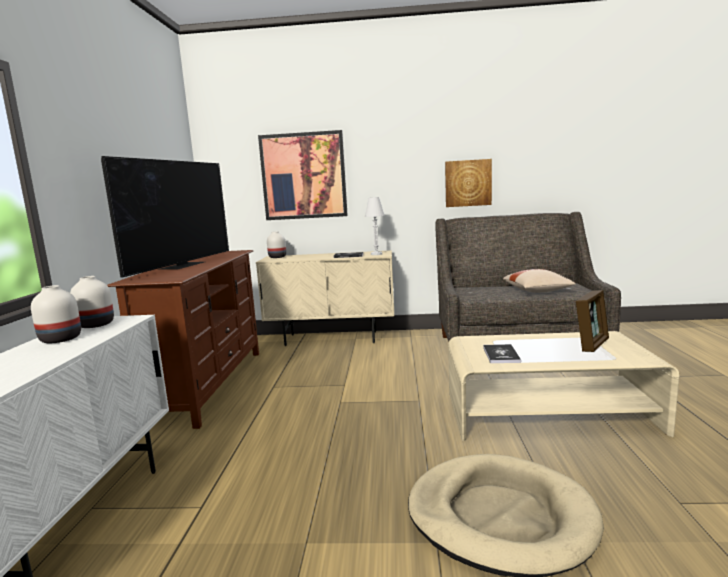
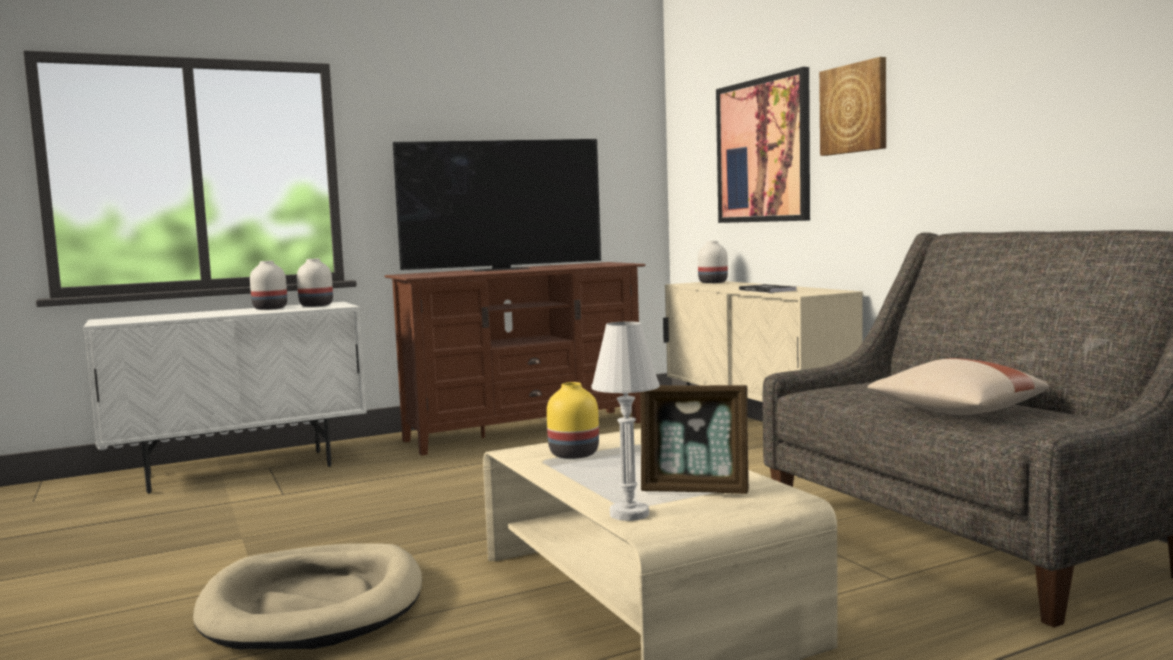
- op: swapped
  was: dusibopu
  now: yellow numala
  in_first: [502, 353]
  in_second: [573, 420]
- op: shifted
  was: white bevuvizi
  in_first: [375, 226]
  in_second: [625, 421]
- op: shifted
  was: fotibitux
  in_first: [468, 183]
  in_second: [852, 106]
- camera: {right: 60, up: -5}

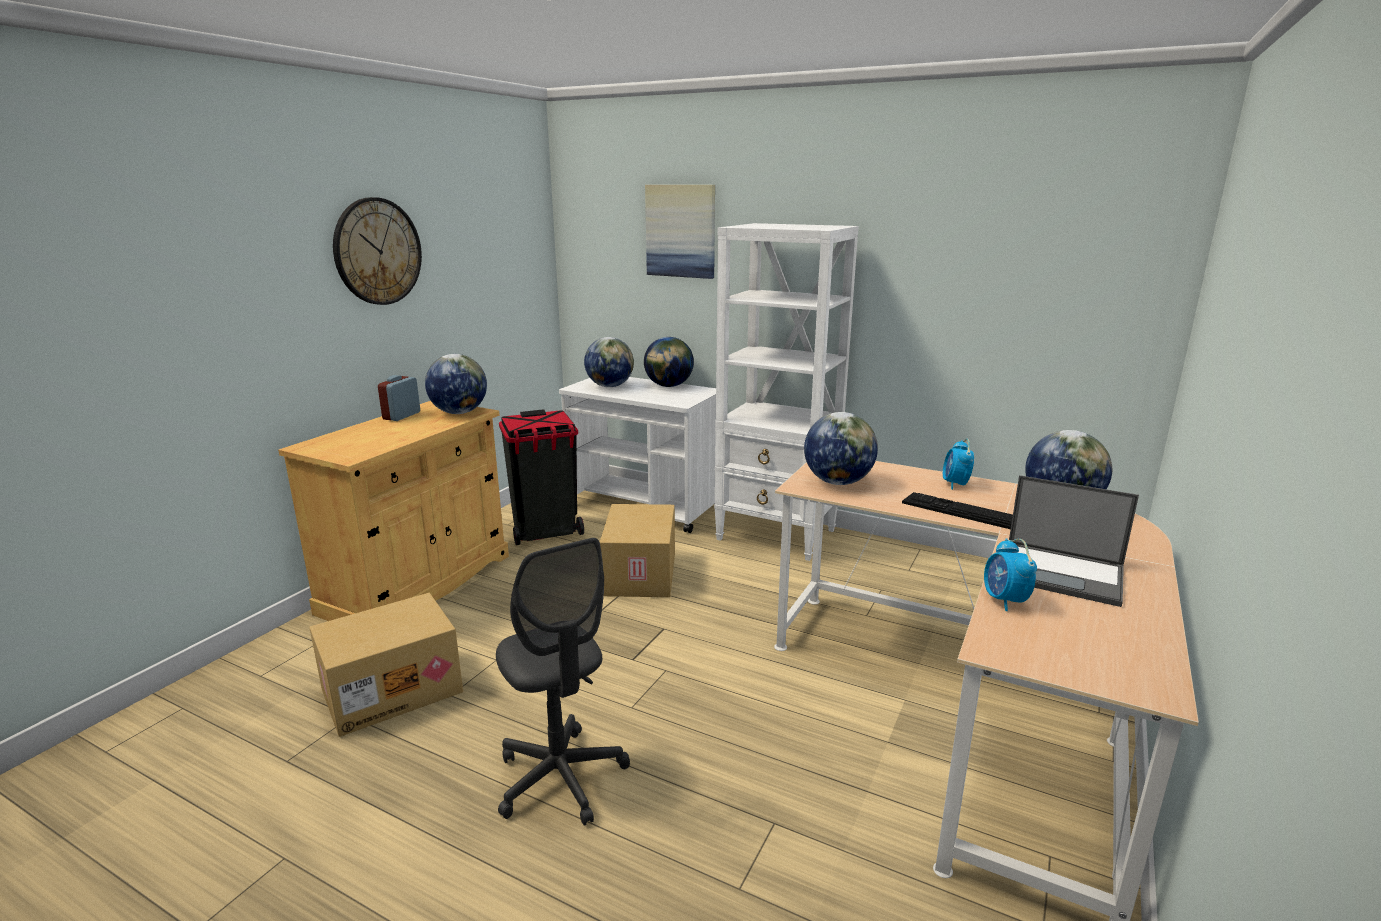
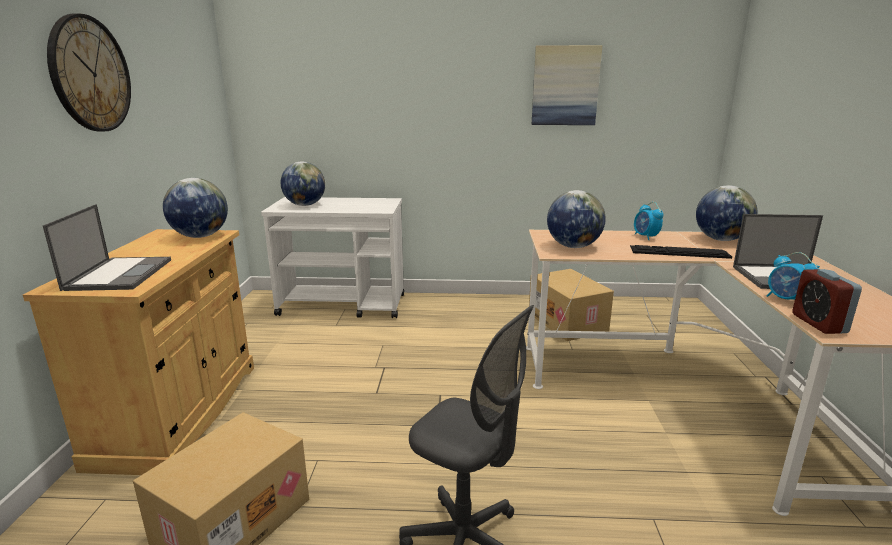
- op: new
  now: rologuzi
  in_second: [107, 247]
- op: shifted
  was: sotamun
  in_first: [637, 550]
  in_second: [571, 305]
- op: shifted
  was: fotibitux
  in_first: [680, 232]
  in_second: [567, 85]
- op: shifted
  was: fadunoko
  in_first: [399, 398]
  in_second: [827, 301]
- op: gone
  was: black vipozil
  in_first: [541, 477]
- op: gone
  was: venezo
  in_first: [669, 362]
- op: gone
  was: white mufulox
  in_first: [786, 392]
- camera: {right: -25, up: 0}

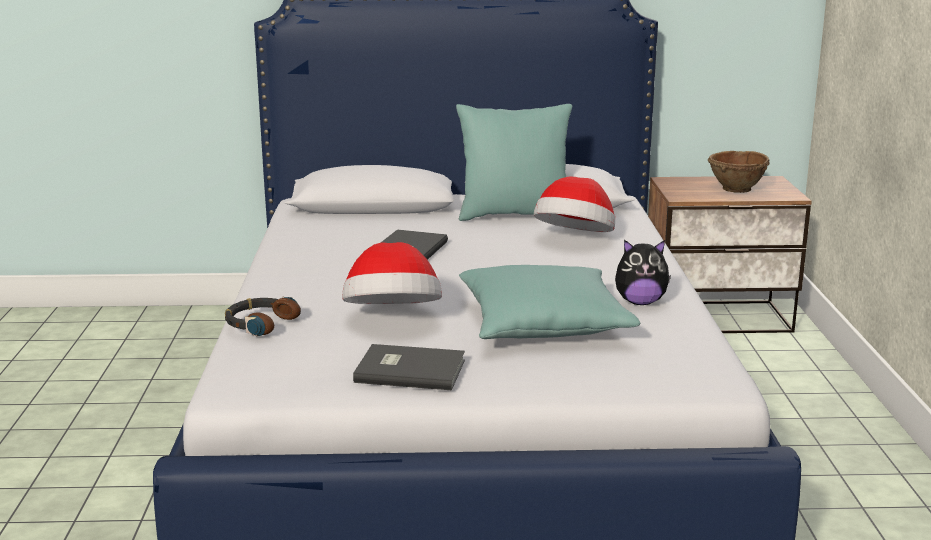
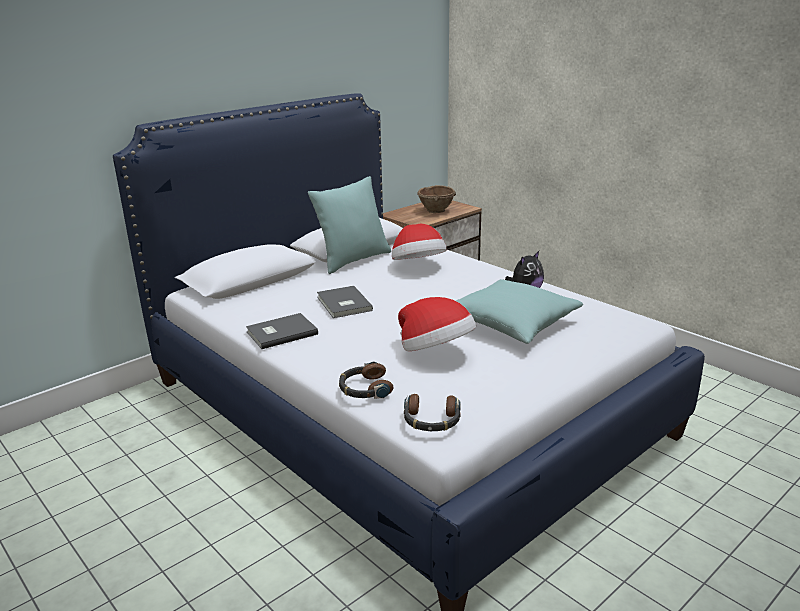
- op: shifted
  was: grey dusibopu
  in_first: [409, 367]
  in_second: [282, 331]
- op: new
  now: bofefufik
  in_second: [432, 412]
- camera: {right: -40, up: 5}

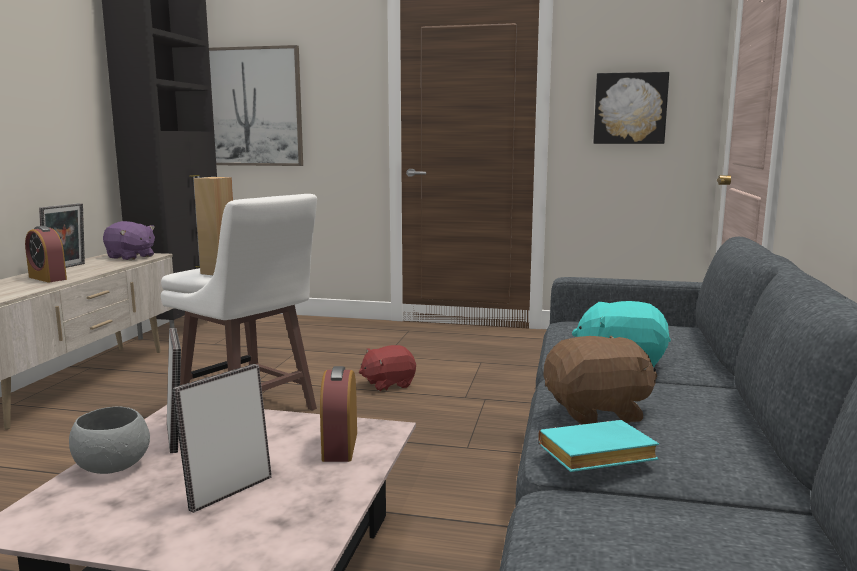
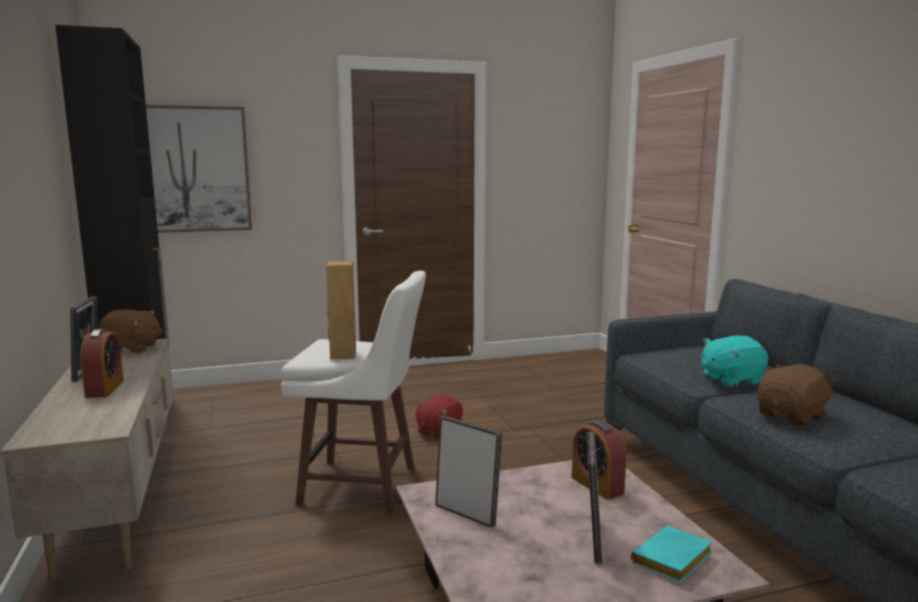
- op: rotated
  was: fadunoko
  in_first: [46, 254]
  in_second: [102, 363]
  clockwise: -105
- op: repainted
  was: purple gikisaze
  now: brown gikisaze
  in_first: [129, 240]
  in_second: [130, 331]
- op: shifted
  was: turquoise dusibopu
  in_first: [598, 446]
  in_second: [672, 554]
- op: gone
  was: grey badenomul
  in_first: [109, 440]
- op: gone
  was: fotibitux
  in_first: [631, 108]
- camera: {right: -30, up: 0}

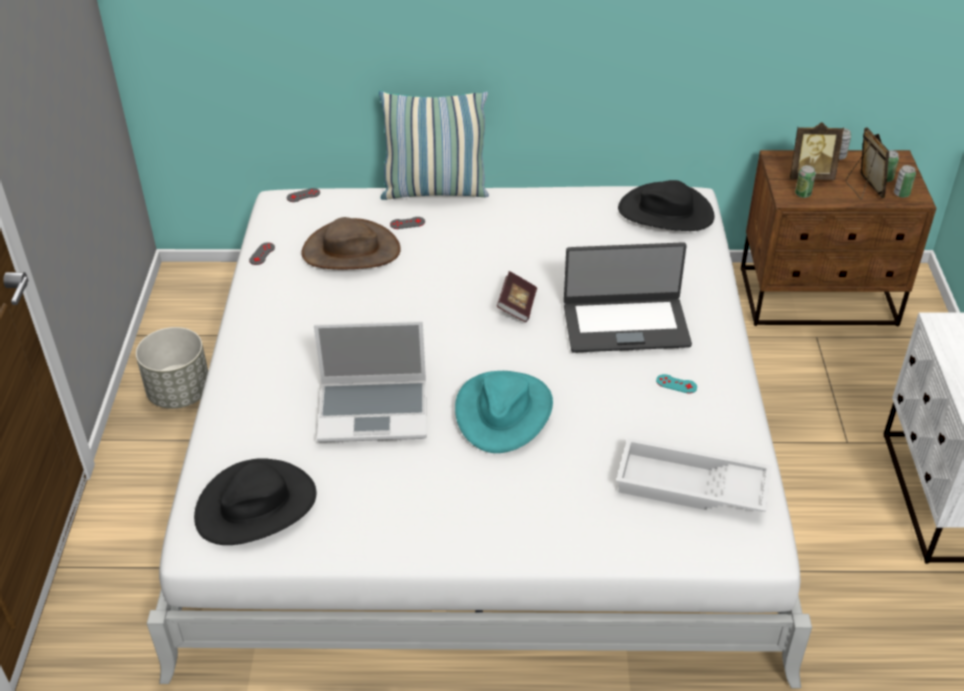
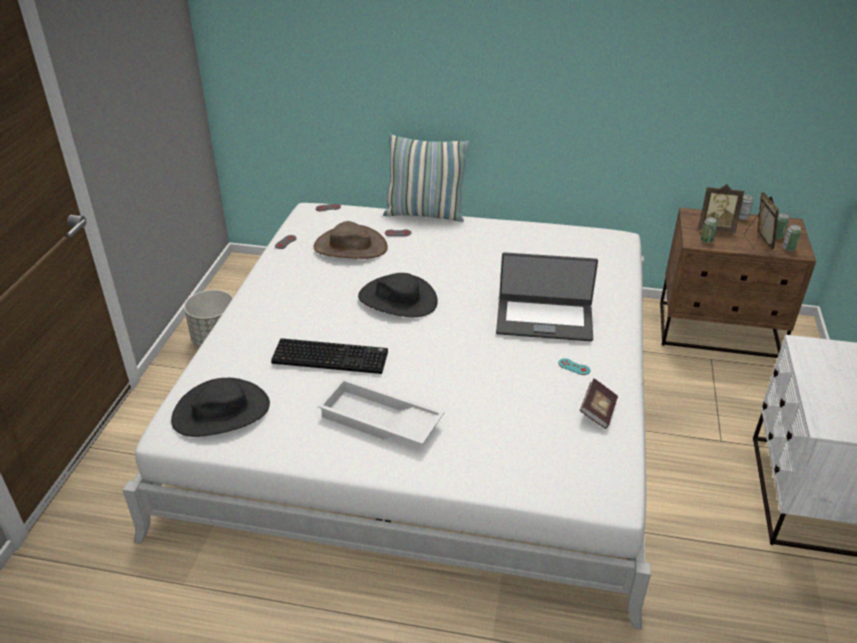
- op: swapped
  was: rologuzi
  now: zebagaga
  in_first: [370, 381]
  in_second: [329, 356]
- op: shifted
  was: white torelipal
  in_first: [694, 475]
  in_second: [380, 411]
- op: shifted
  was: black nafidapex
  in_first: [666, 205]
  in_second: [398, 295]
- op: shifted
  was: dusibopu
  in_first: [517, 296]
  in_second: [599, 403]
- op: gone
  was: turquoise nafidapex
  in_first: [504, 412]
- camera: {right: 10, up: -5}

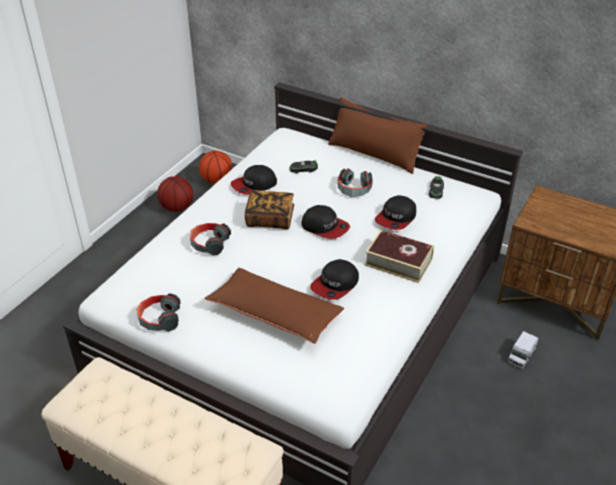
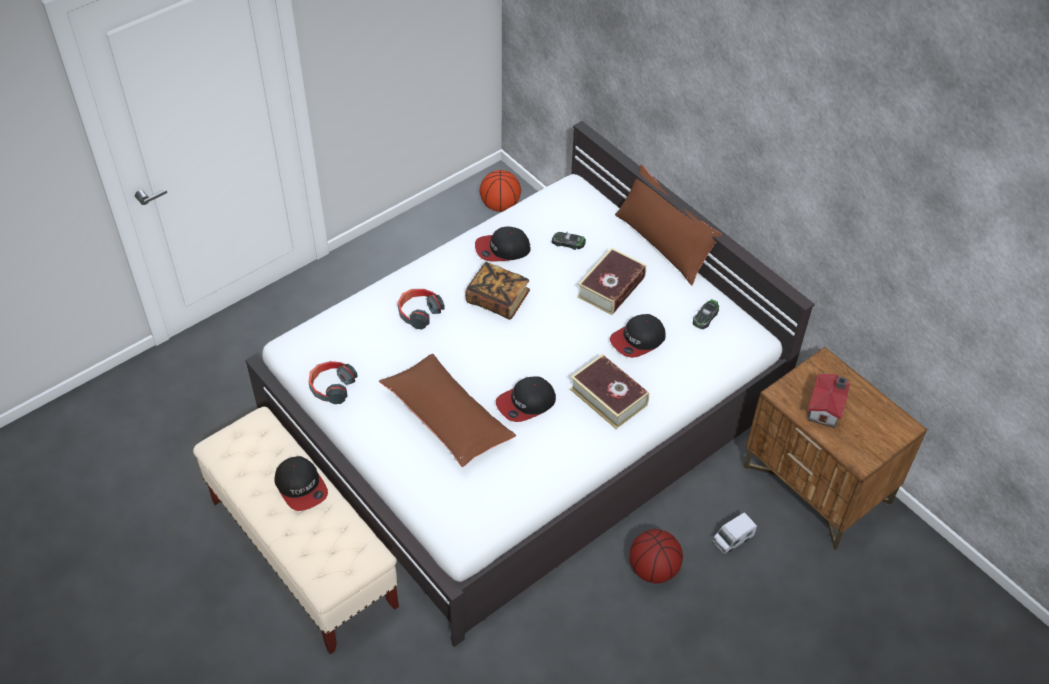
- op: shifted
  was: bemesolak
  in_first: [325, 222]
  in_second: [301, 483]
- op: swapped
  was: bofefufik
  now: dusibopu
  in_first: [355, 183]
  in_second: [611, 281]
- op: shifted
  was: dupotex
  in_first: [175, 194]
  in_second: [656, 556]
- op: new
  now: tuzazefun
  in_second: [828, 401]
- camera: {right: 20, up: 10}

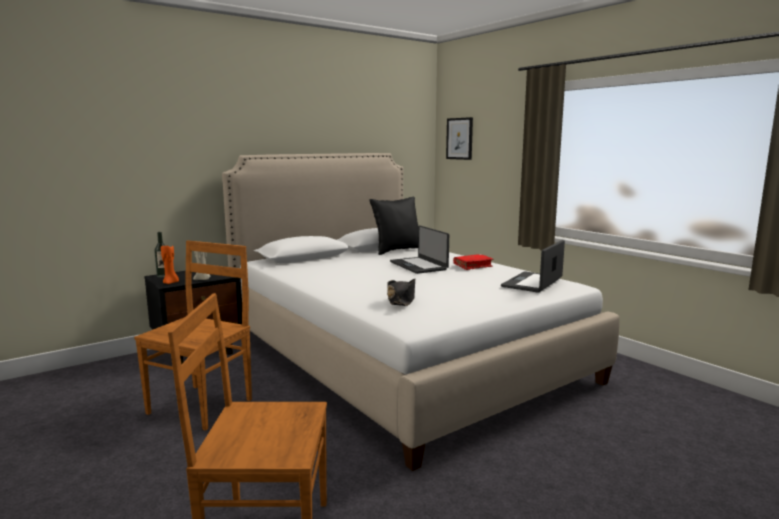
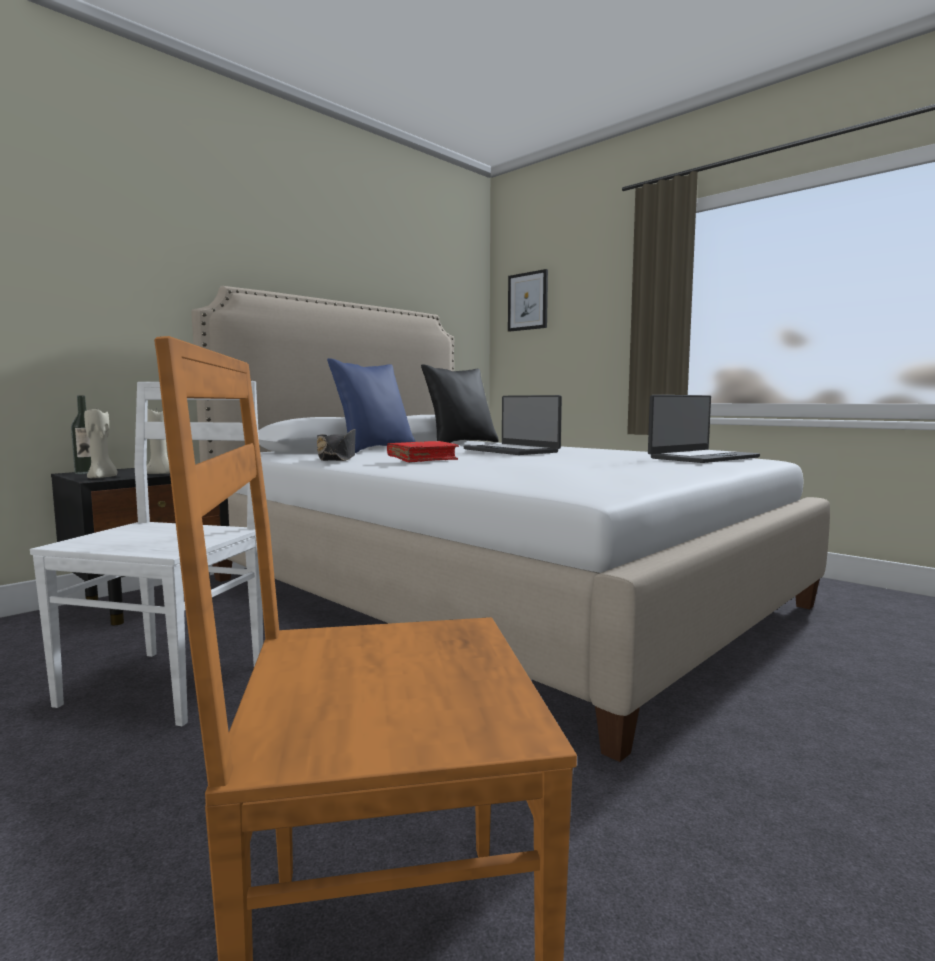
- op: repainted
  was: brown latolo
  now: white latolo
  in_first: [193, 336]
  in_second: [146, 554]
- op: repainted
  was: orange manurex
  now: beige manurex
  in_first: [170, 265]
  in_second: [101, 443]
- op: shifted
  was: black nafidapex
  in_first: [401, 292]
  in_second: [336, 445]
- op: new
  now: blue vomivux
  in_second: [371, 405]
- op: shifted
  was: red dusibopu
  in_first: [473, 262]
  in_second: [423, 452]
- op: rotated
  was: rologuzi
  in_first: [533, 266]
  in_second: [704, 429]
  clockwise: -150
- camera: {right: -10, up: -5}

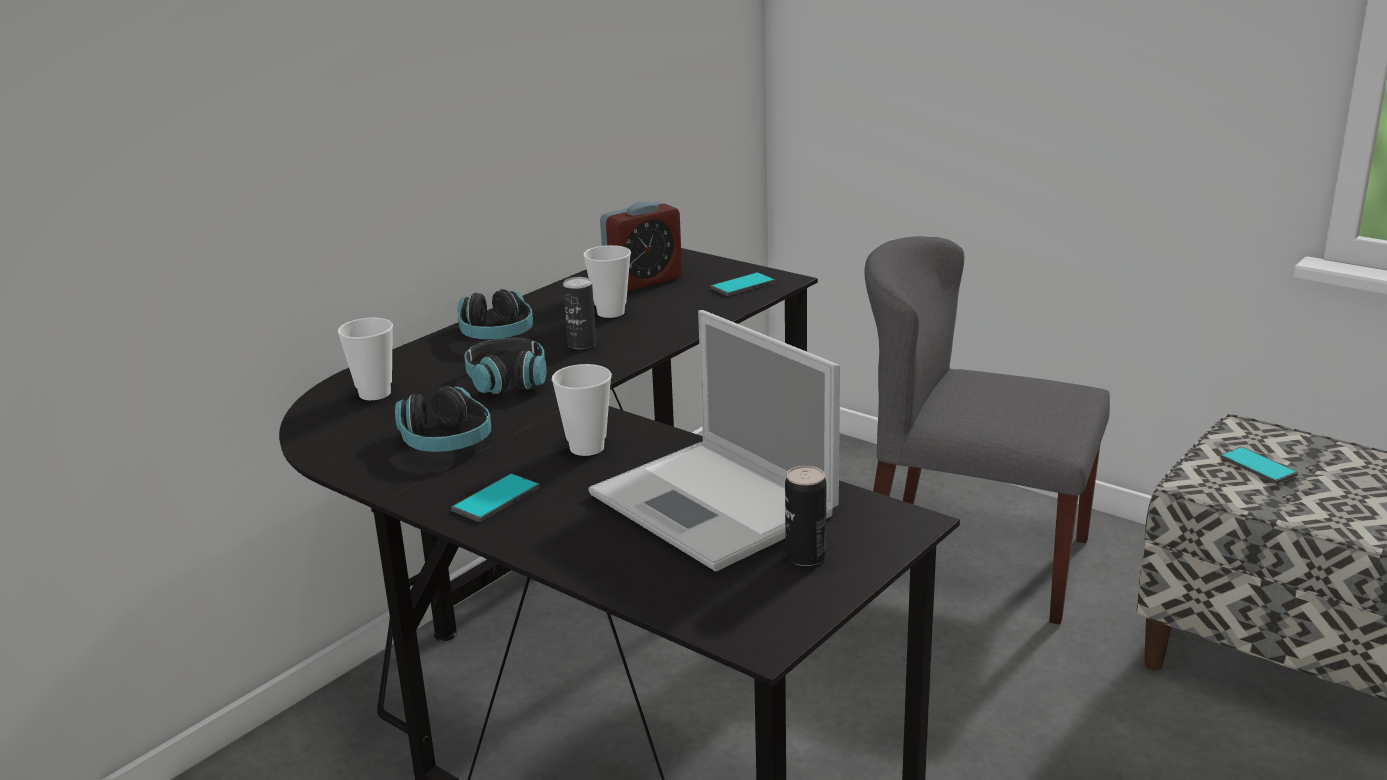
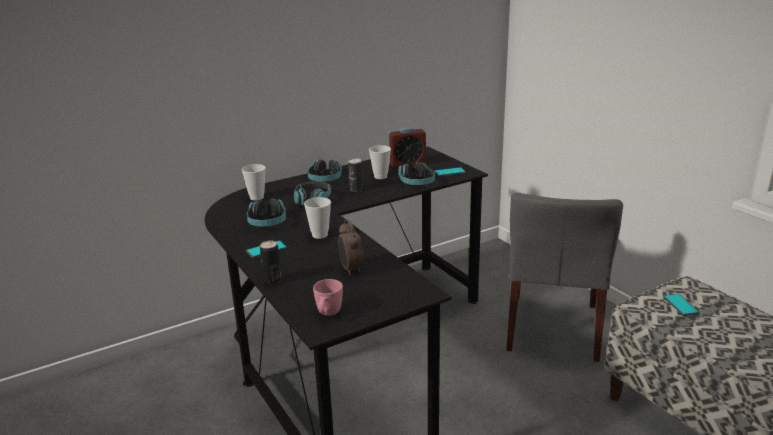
- op: shifted
  was: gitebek
  in_first: [805, 516]
  in_second: [270, 262]
- op: new
  now: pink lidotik
  in_second: [328, 297]
- op: swapped
  was: rologuzi
  now: fadunoko
  in_first: [714, 440]
  in_second: [350, 247]
- op: new
  now: bofefufik
  in_second: [416, 173]
- op: rotated
  was: grey latolo
  in_first: [987, 430]
  in_second: [564, 277]
  clockwise: -120
- camera: {right: 20, up: 0}

